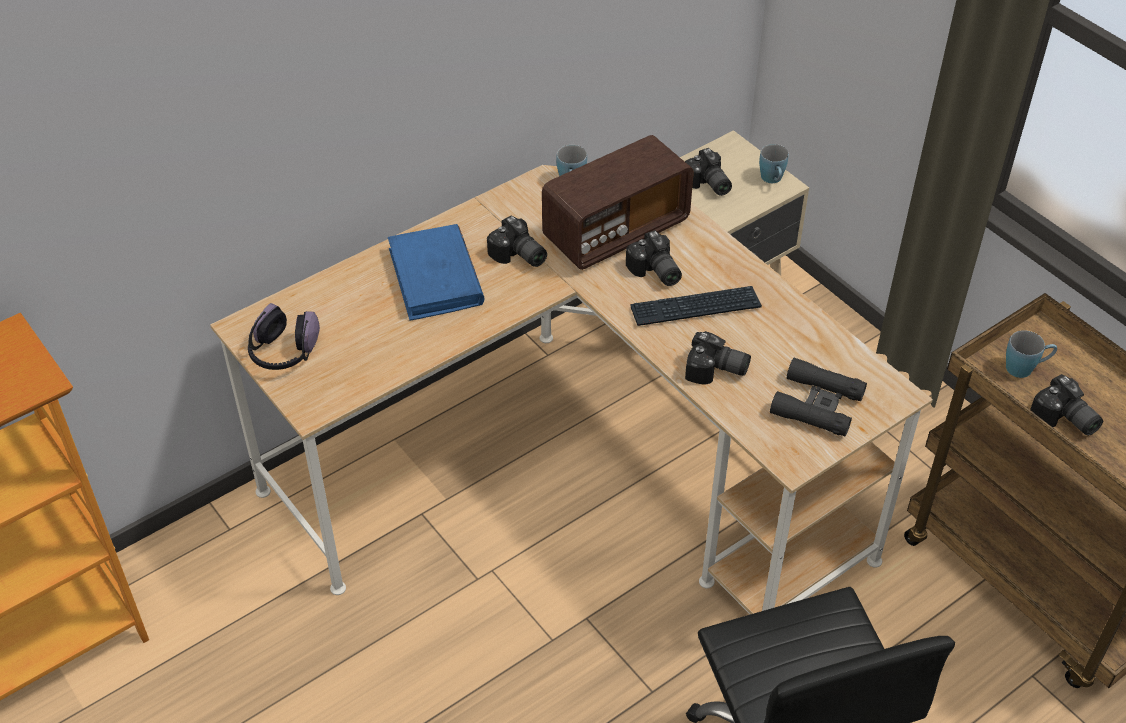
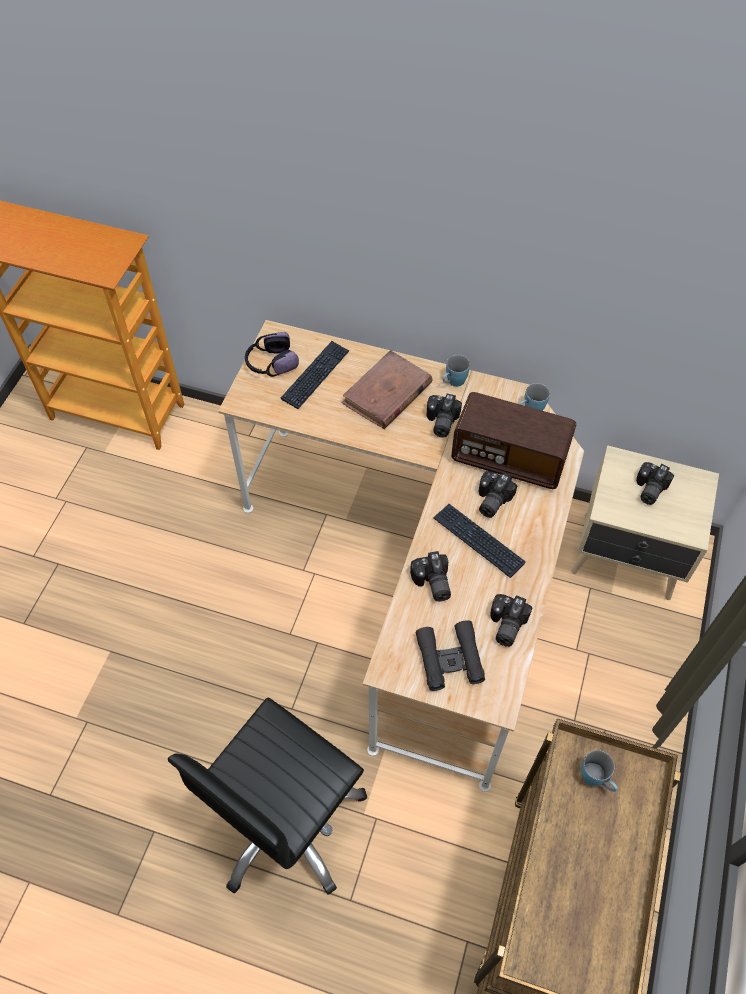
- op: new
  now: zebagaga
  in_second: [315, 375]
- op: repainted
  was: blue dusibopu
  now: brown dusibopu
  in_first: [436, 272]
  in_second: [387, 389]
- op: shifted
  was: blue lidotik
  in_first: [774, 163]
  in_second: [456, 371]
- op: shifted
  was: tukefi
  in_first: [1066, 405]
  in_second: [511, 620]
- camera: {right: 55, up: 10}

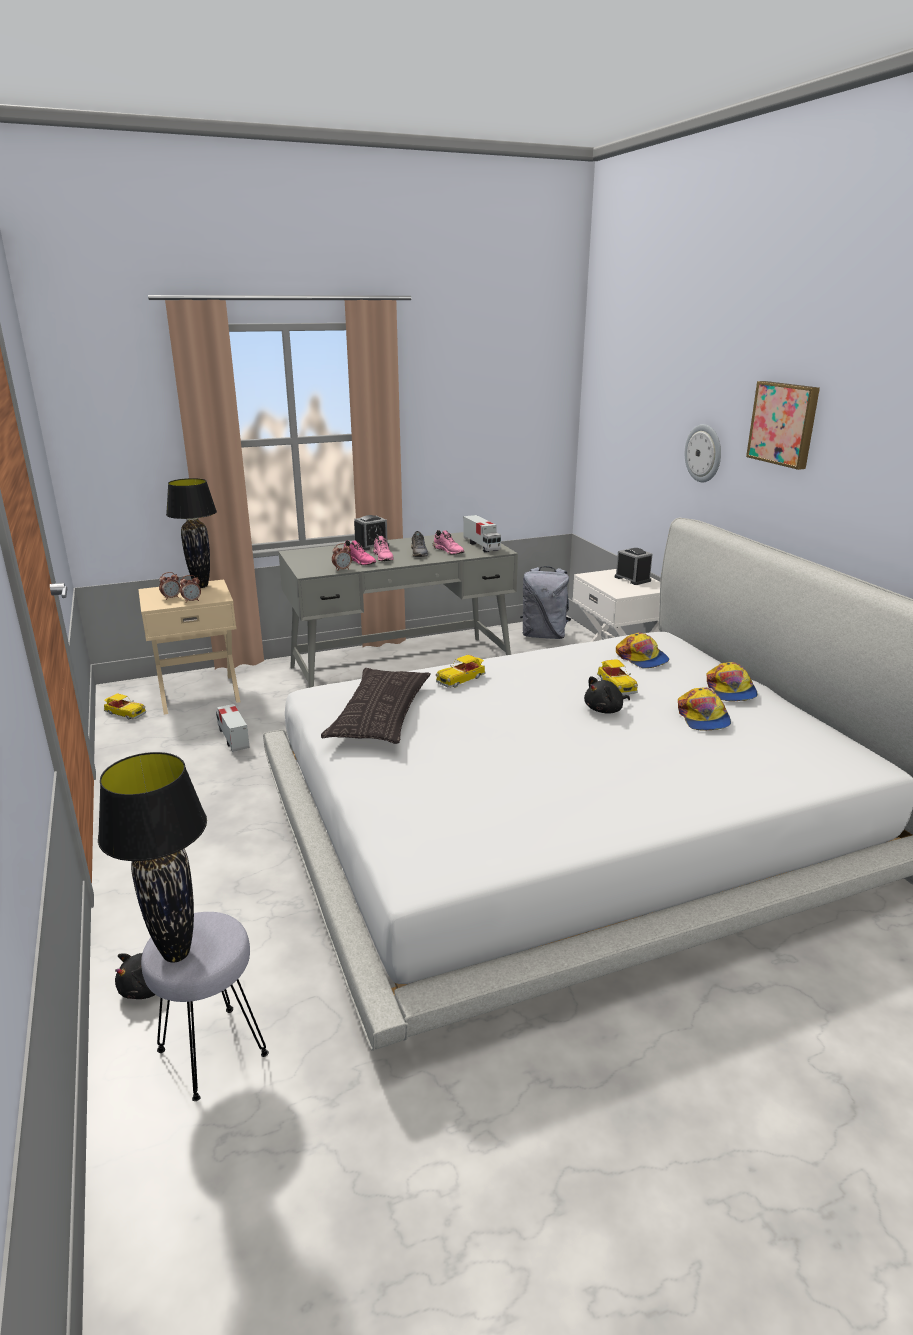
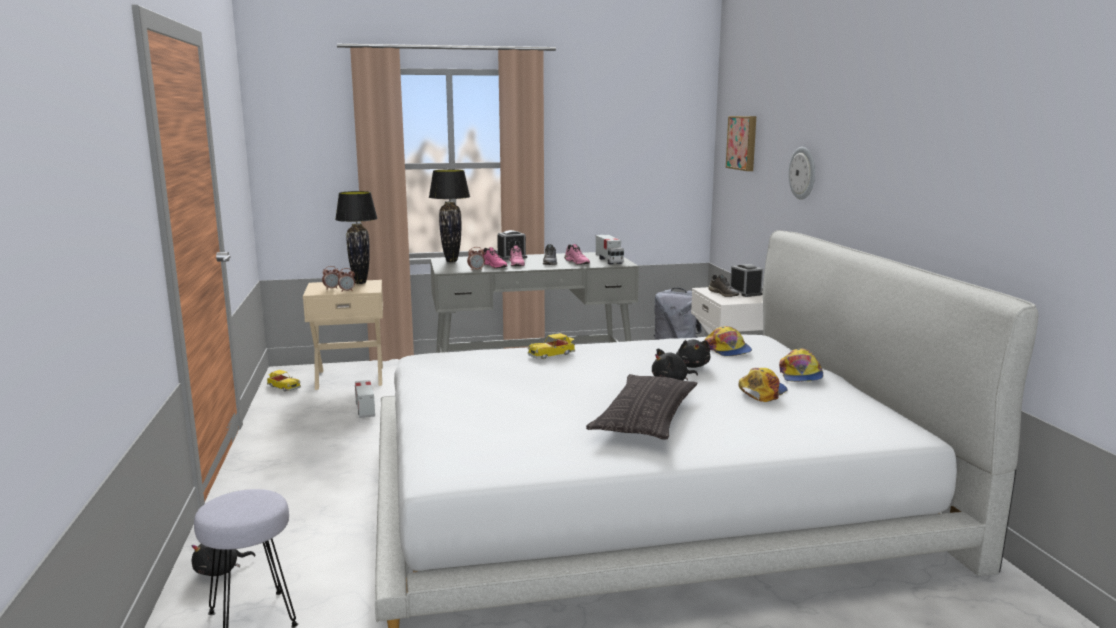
- op: shifted
  was: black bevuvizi
  in_first: [152, 857]
  in_second: [449, 215]
- op: shifted
  was: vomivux
  in_first: [376, 706]
  in_second: [642, 407]
- op: swapped
  was: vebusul
  now: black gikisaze
  in_first: [617, 677]
  in_second: [693, 353]
- op: new
  now: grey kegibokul
  in_second: [723, 286]
- op: shifted
  was: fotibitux
  in_first: [783, 425]
  in_second: [741, 143]
- op: rotated
  was: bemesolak
  in_first: [704, 709]
  in_second: [763, 385]
  clockwise: -150
- camera: {right: 10, up: -10}

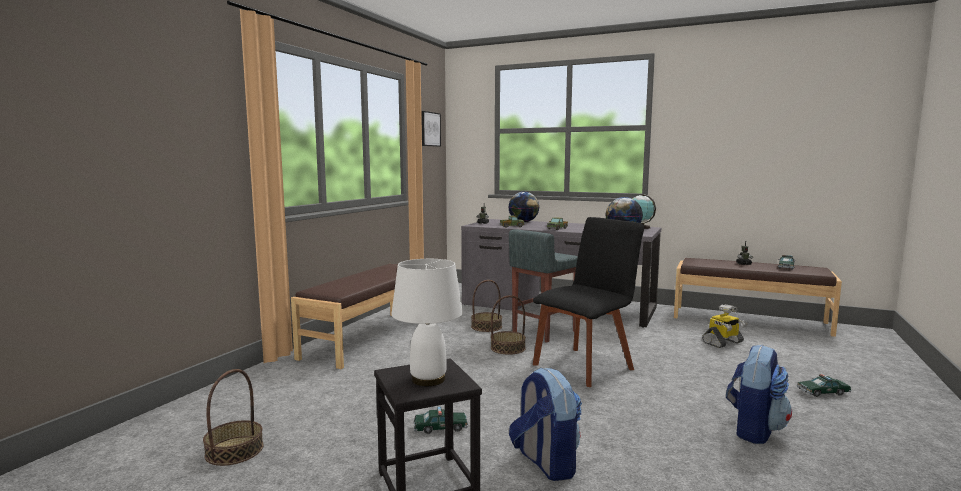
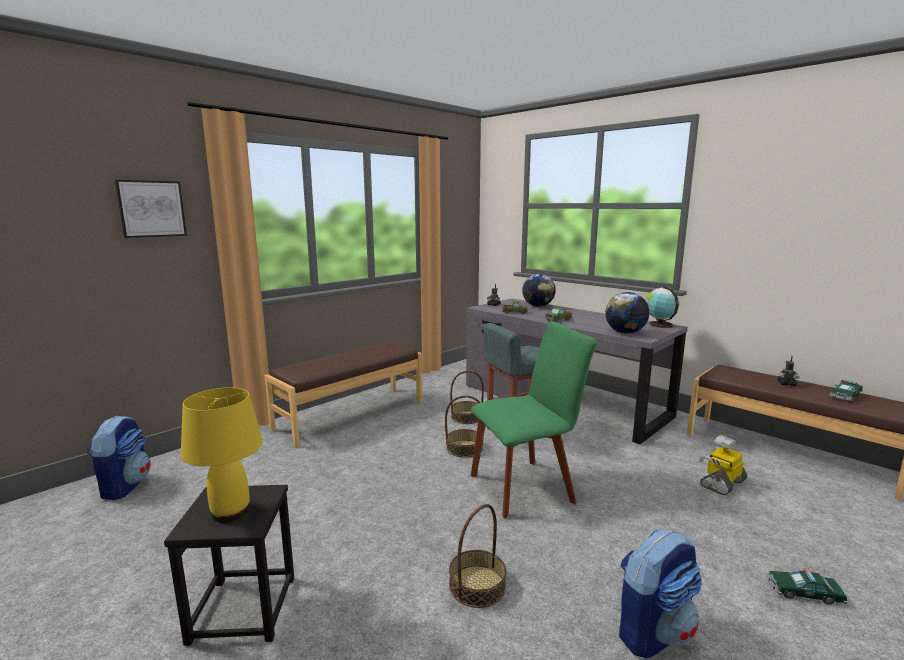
- op: shifted
  was: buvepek
  in_first: [545, 424]
  in_second: [119, 457]
- op: shifted
  was: fotibitux
  in_first: [431, 129]
  in_second: [151, 209]
- op: repainted
  was: white bevuvizi
  now: yellow bevuvizi
  in_first: [427, 322]
  in_second: [222, 455]
- op: shifted
  was: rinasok
  in_first: [233, 417]
  in_second: [477, 556]
- op: repainted
  was: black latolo
  now: green latolo
  in_first: [588, 302]
  in_second: [533, 419]
- op: rotated
  was: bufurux
  in_first: [725, 326]
  in_second: [723, 465]
  clockwise: 150
- op: gone
  was: vebusul
  in_first: [441, 420]
- camera: {right: 20, up: 5}

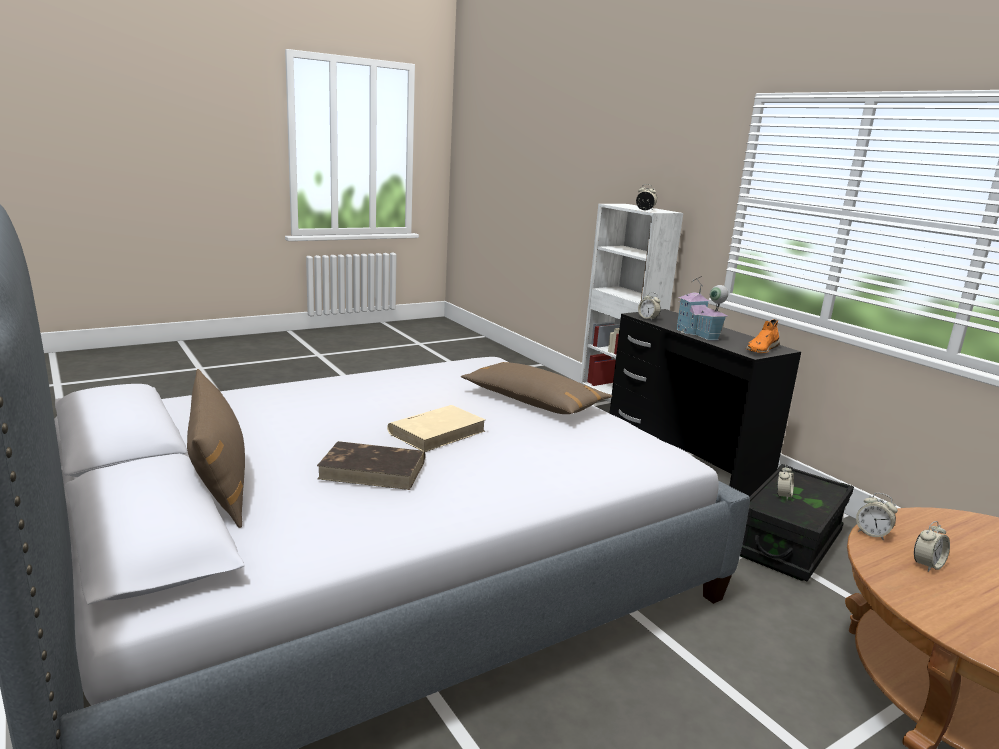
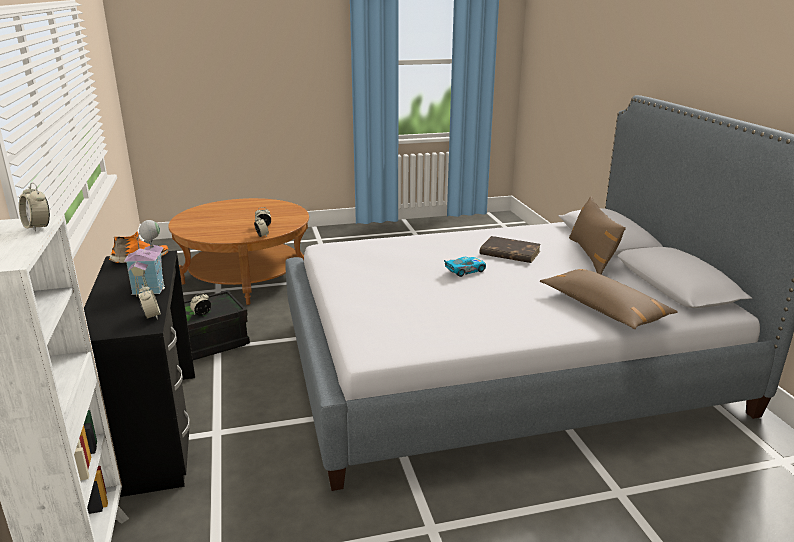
- op: swapped
  was: beige dusibopu
  now: vebusul
  in_first: [436, 428]
  in_second: [465, 267]
- op: shifted
  was: brown vomivux
  in_first: [536, 388]
  in_second: [609, 299]
- camera: {right: -160, up: 5}

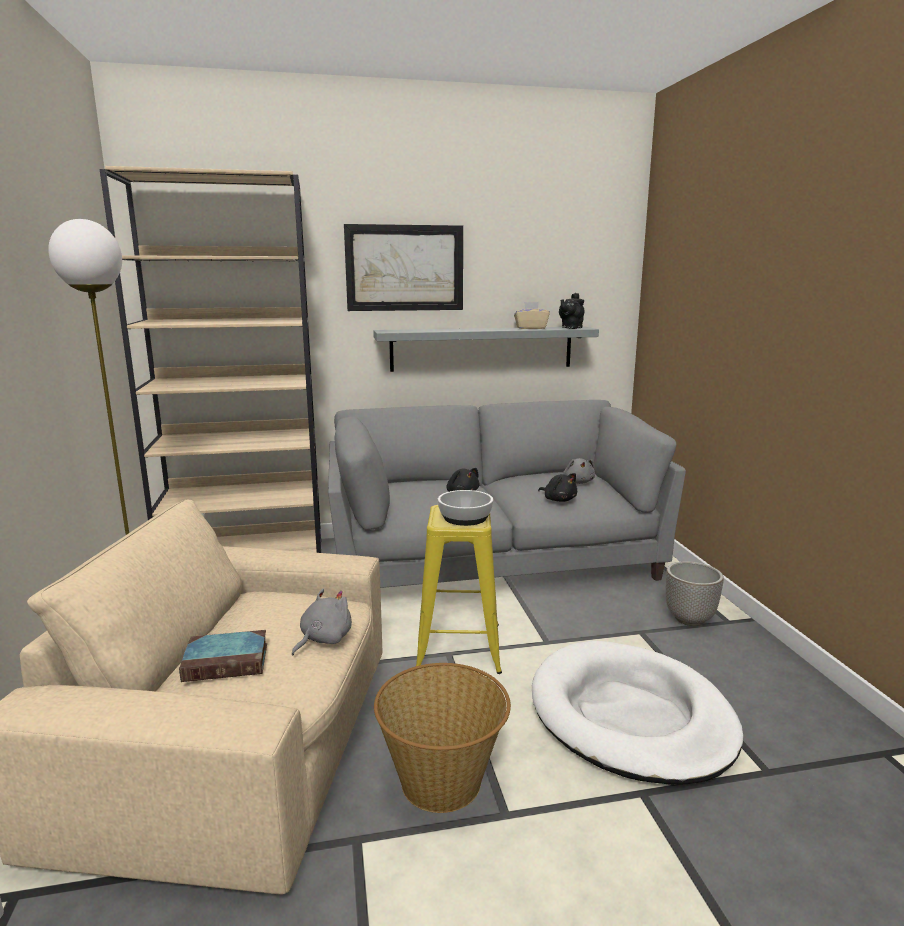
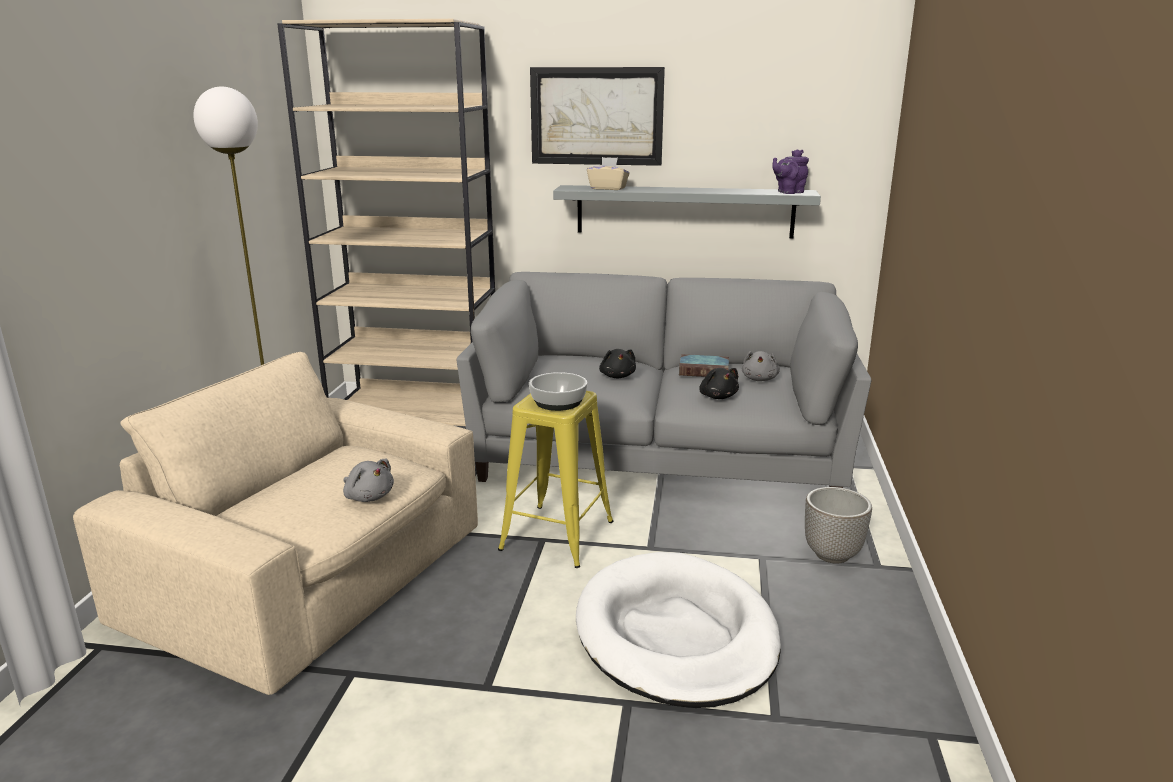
- op: rotated
  was: grey gikisaze
  in_first: [322, 621]
  in_second: [368, 480]
  clockwise: 75
- op: shifted
  was: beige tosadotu
  in_first: [532, 315]
  in_second: [608, 173]
- op: shifted
  was: dusibopu
  in_first: [223, 656]
  in_second: [704, 365]
- op: repainted
  was: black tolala
  now: purple tolala
  in_first: [572, 311]
  in_second: [790, 171]
- op: gone
  was: rinasok
  in_first: [442, 738]
- camera: {right: 20, up: 5}

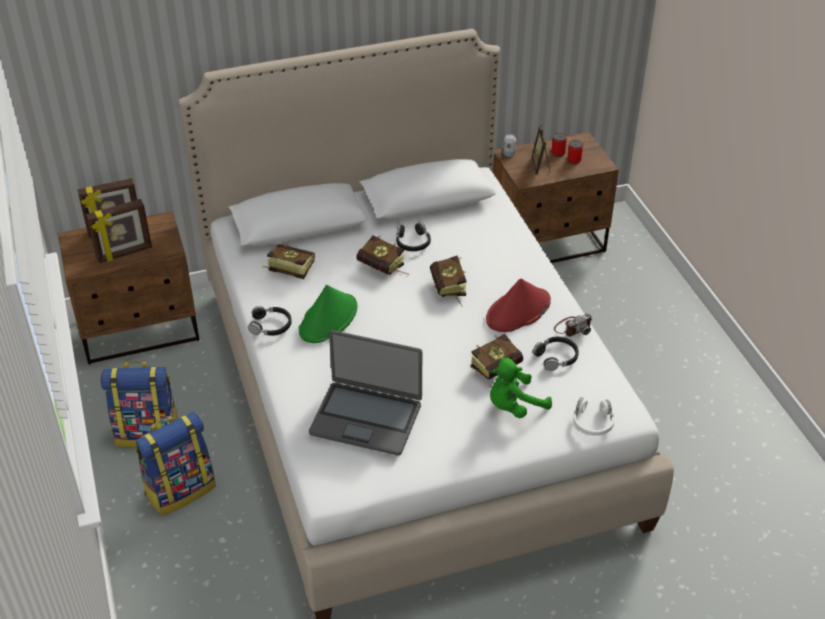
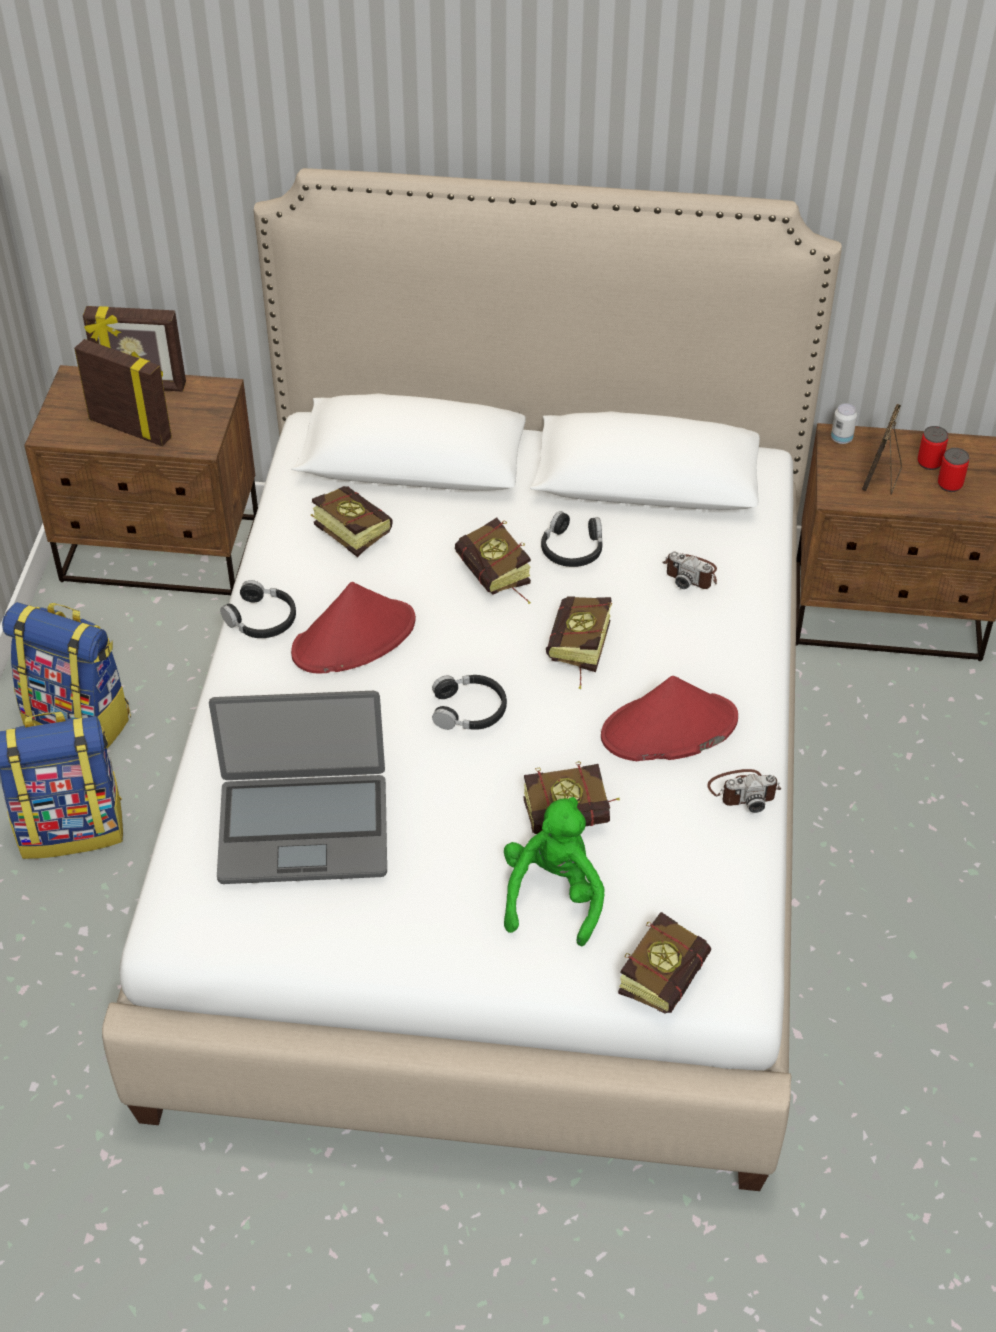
- op: rotated
  was: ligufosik
  in_first: [119, 231]
  in_second: [123, 392]
  clockwise: -150
- op: rotated
  was: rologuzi
  in_first: [365, 393]
  in_second: [298, 787]
  clockwise: -45
- op: repainted
  was: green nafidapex
  now: red nafidapex
  in_first: [327, 314]
  in_second: [353, 627]
- op: shifted
  was: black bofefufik
  in_first: [556, 354]
  in_second: [469, 702]
- op: rotated
  was: green gikisaze
  in_first: [521, 388]
  in_second: [554, 871]
  clockwise: 105
- op: swapped
  was: white bofefufik
  now: dusibopu
  in_first: [593, 416]
  in_second: [664, 963]
- op: new
  now: tukefi
  in_second: [689, 570]
- camera: {right: 25, up: 5}

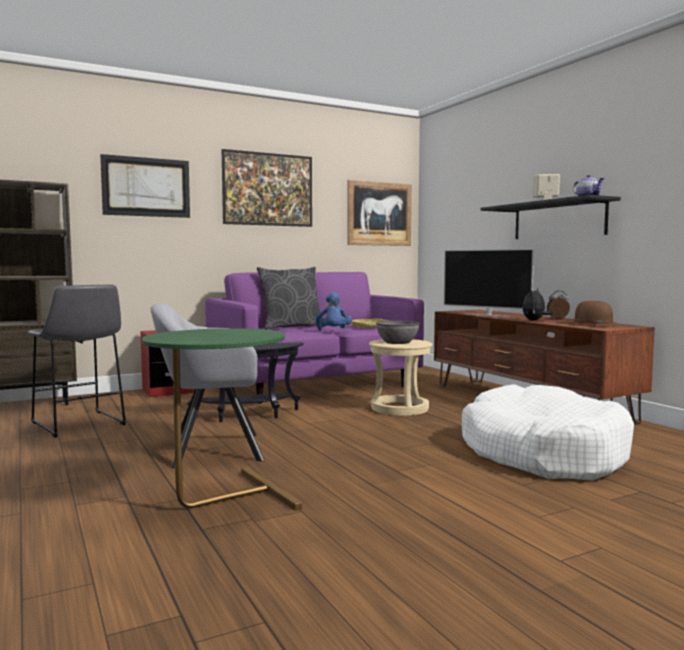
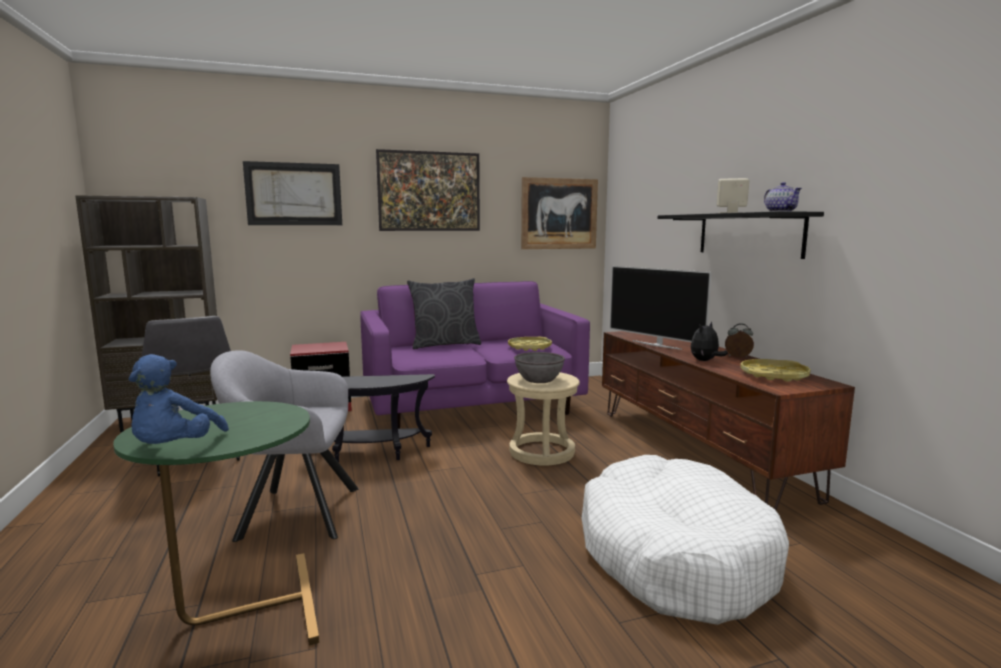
- op: shifted
  was: blue gikisaze
  in_first: [334, 311]
  in_second: [179, 399]
- op: swapped
  was: brown nafidapex
  now: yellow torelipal
  in_first: [594, 314]
  in_second: [775, 370]
- camera: {right: 10, up: 5}

